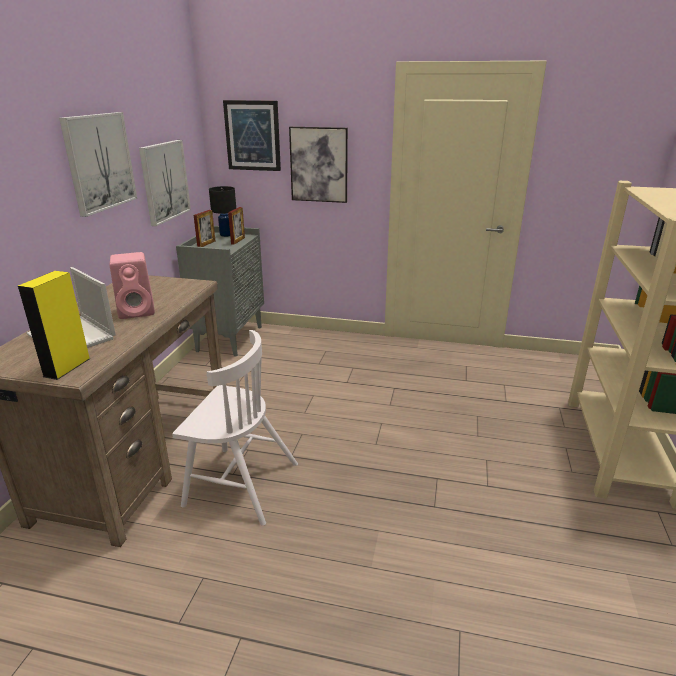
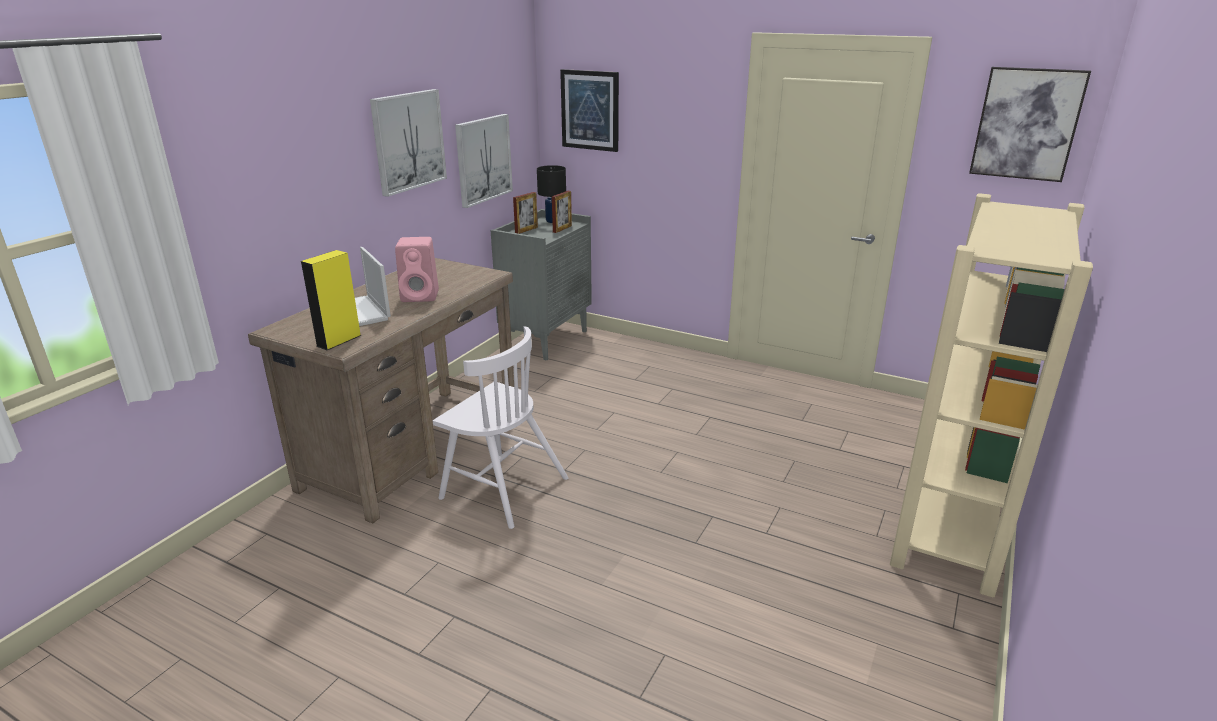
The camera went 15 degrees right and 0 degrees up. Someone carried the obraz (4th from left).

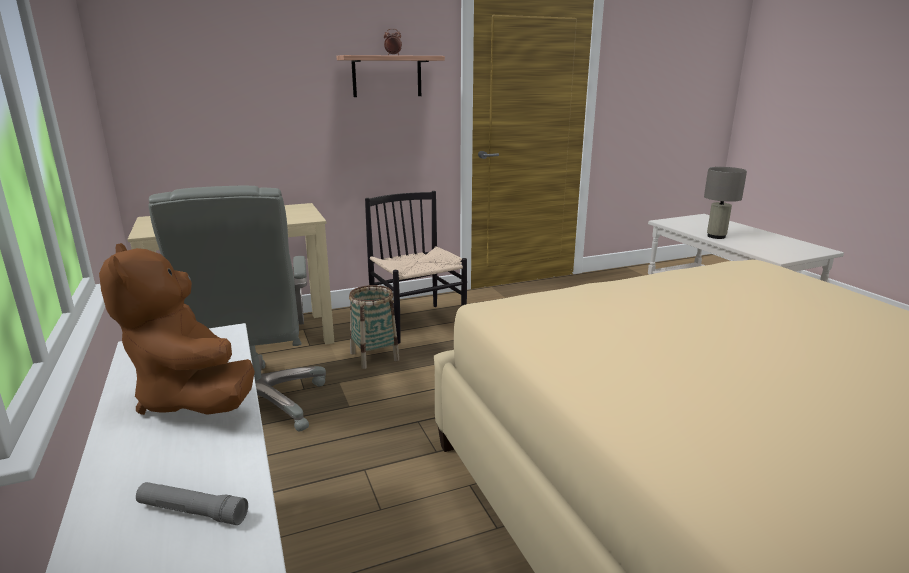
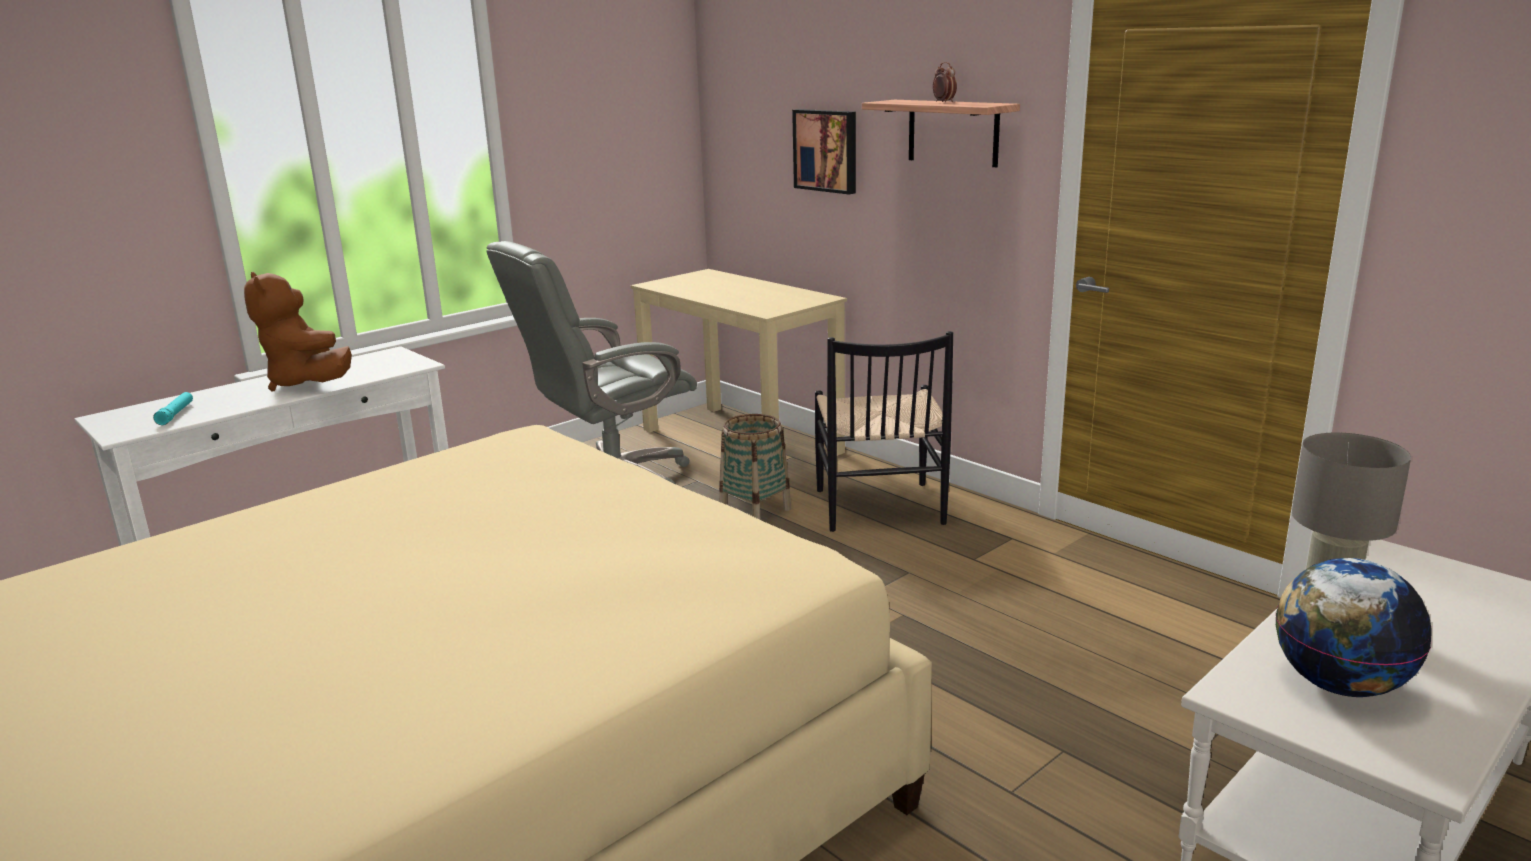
The camera went 70 degrees right and 0 degrees up. Someone repainted the latarka/szary, which became the latarka/turkusowy. Someone rotated the pluszak/brązowy by 75 degrees counterclockwise. Someone put up the obraz. Someone rotated the krzesło/czarny by 135 degrees clockwise. Someone put down the globus.

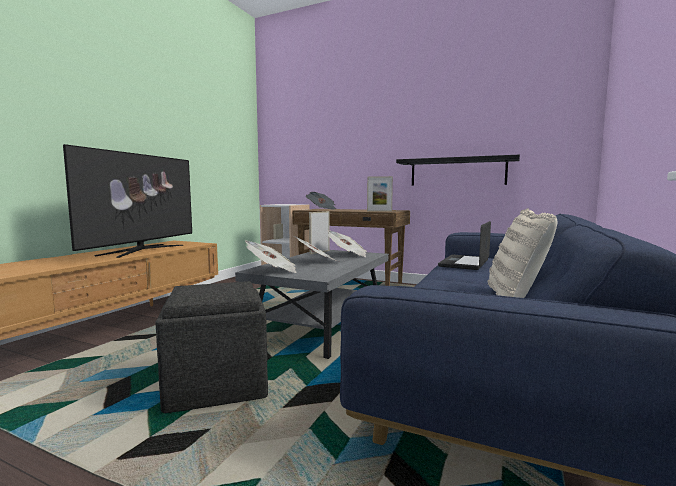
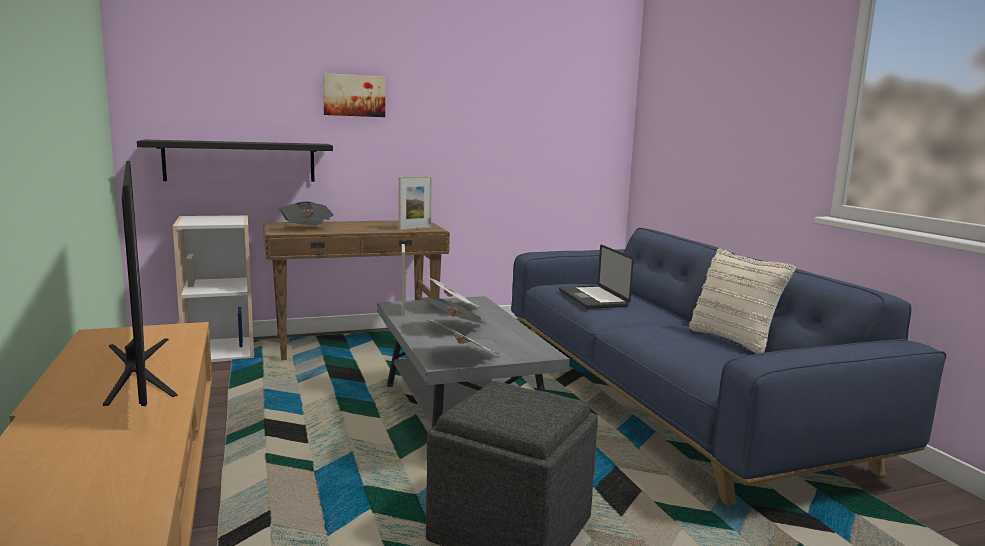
The camera went 45 degrees left and 5 degrees up. Someone carried the półka/czarny. Someone put up the obraz.

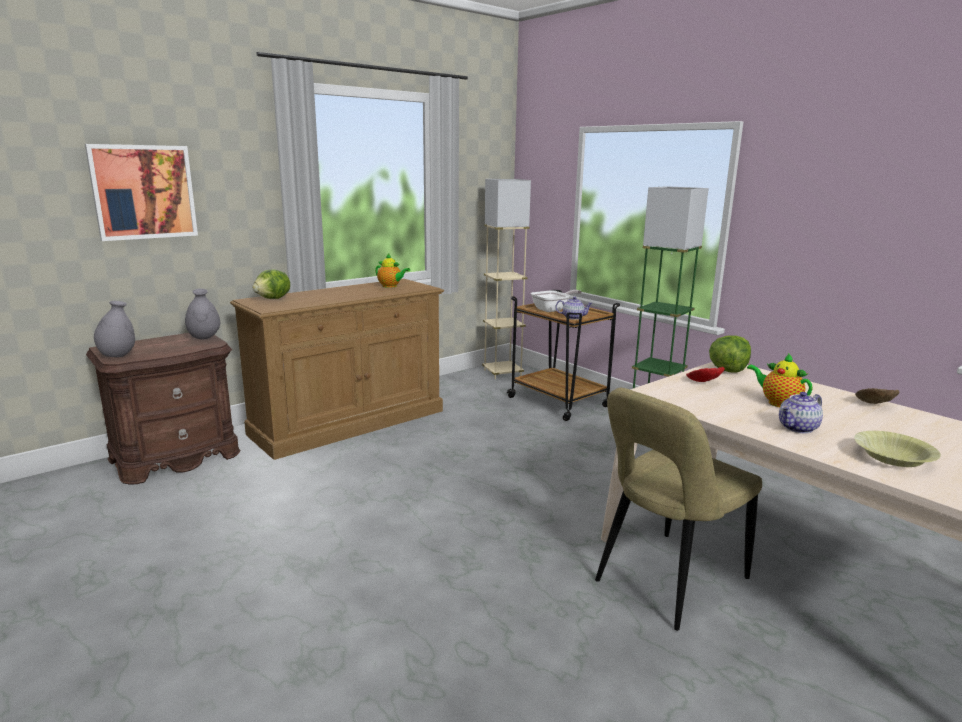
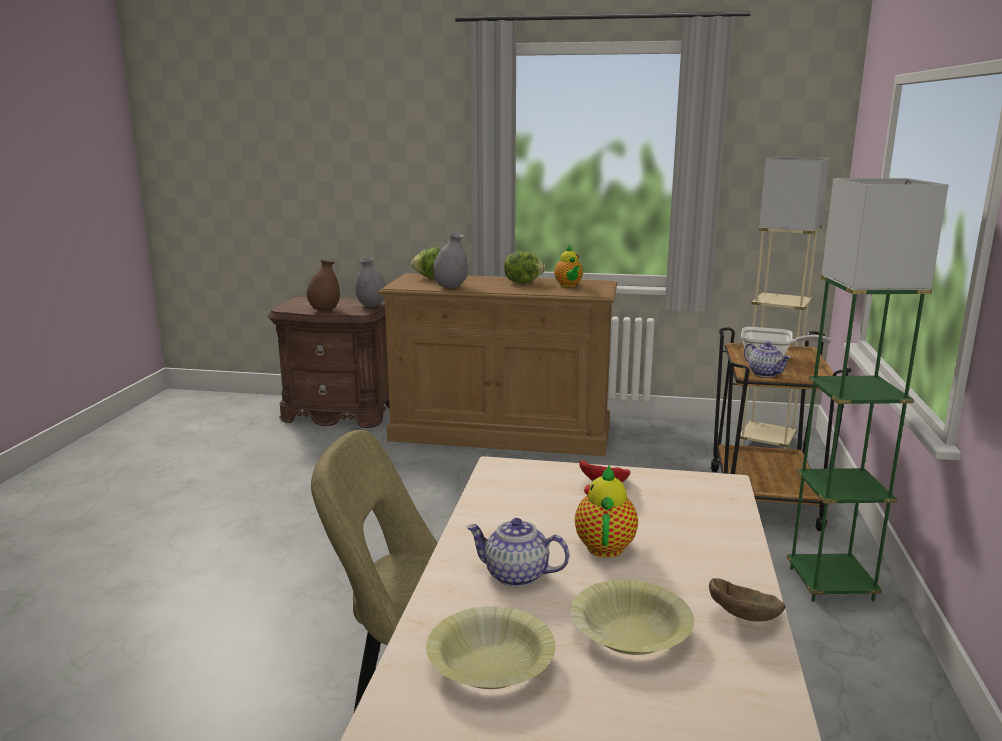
The camera went 50 degrees right and 0 degrees up. Someone put down the wazon/brązowy. Someone carried the wazon/szary (1st from left in the first image). Someone carried the sałata (2nd from left). Someone put down the miska/żółty (2nd from left). Someone took away the obraz.

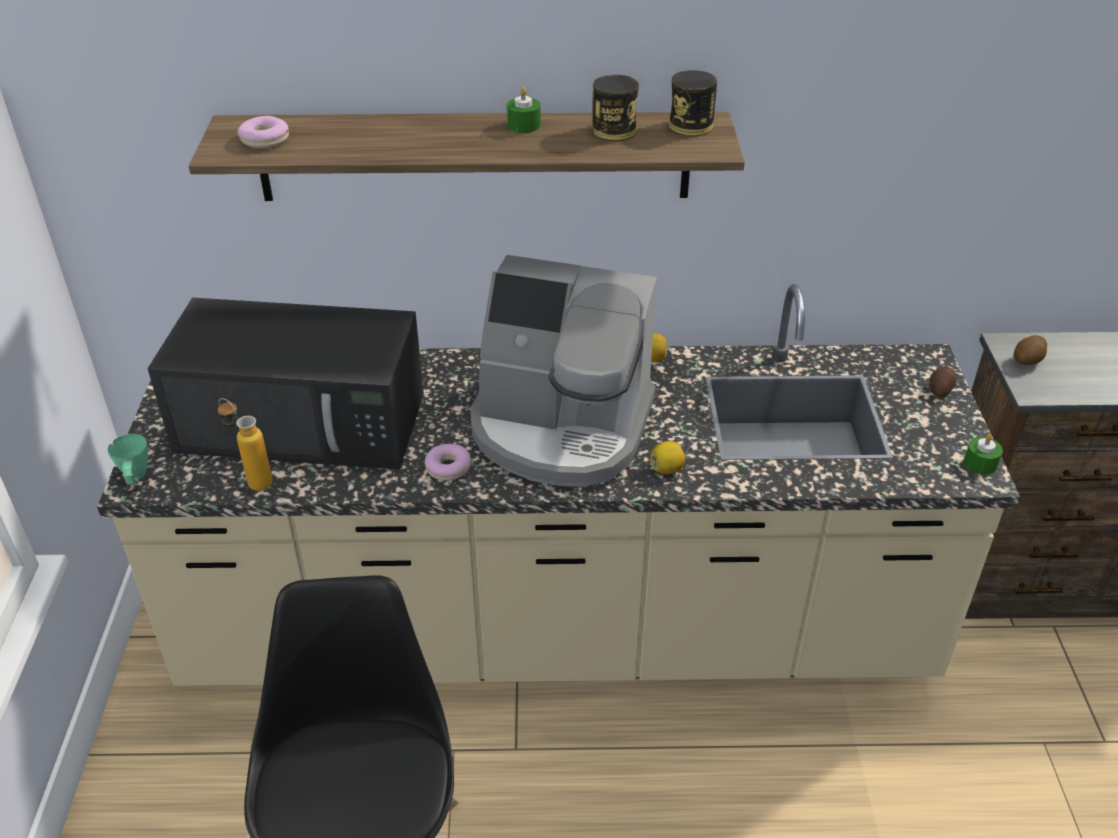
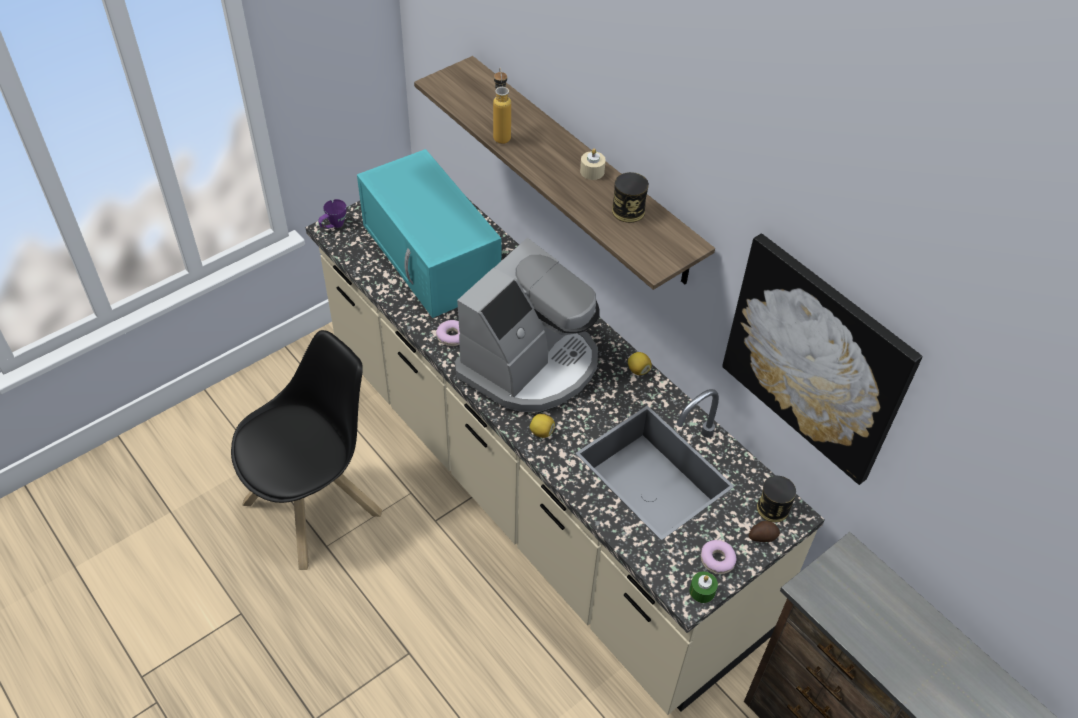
The camera went 50 degrees right and 10 degrees up. Someone repainted the kubek/zielony, which became the kubek/fioletowy. Someone repainted the mikrofalówka/czarny, which became the mikrofalówka/turkusowy. Someone rotated the ekspres do kawy by 120 degrees counterclockwise. Someone carried the butelka. Someone repainted the świeca/zielony (1st from left), which became the świeca/beżowy. Someone carried the donut (1st from left in the first image). Someone put up the obraz. Someone carried the puszka (2nd from left). Someone took away the ziemniak (2nd from left).

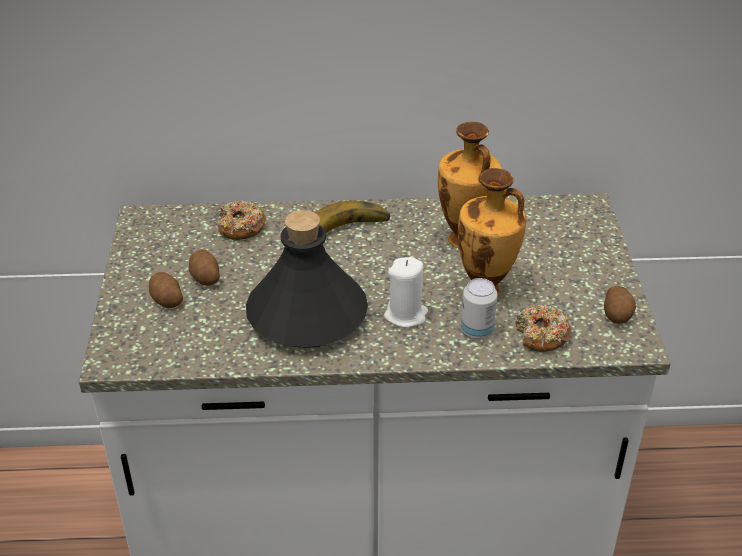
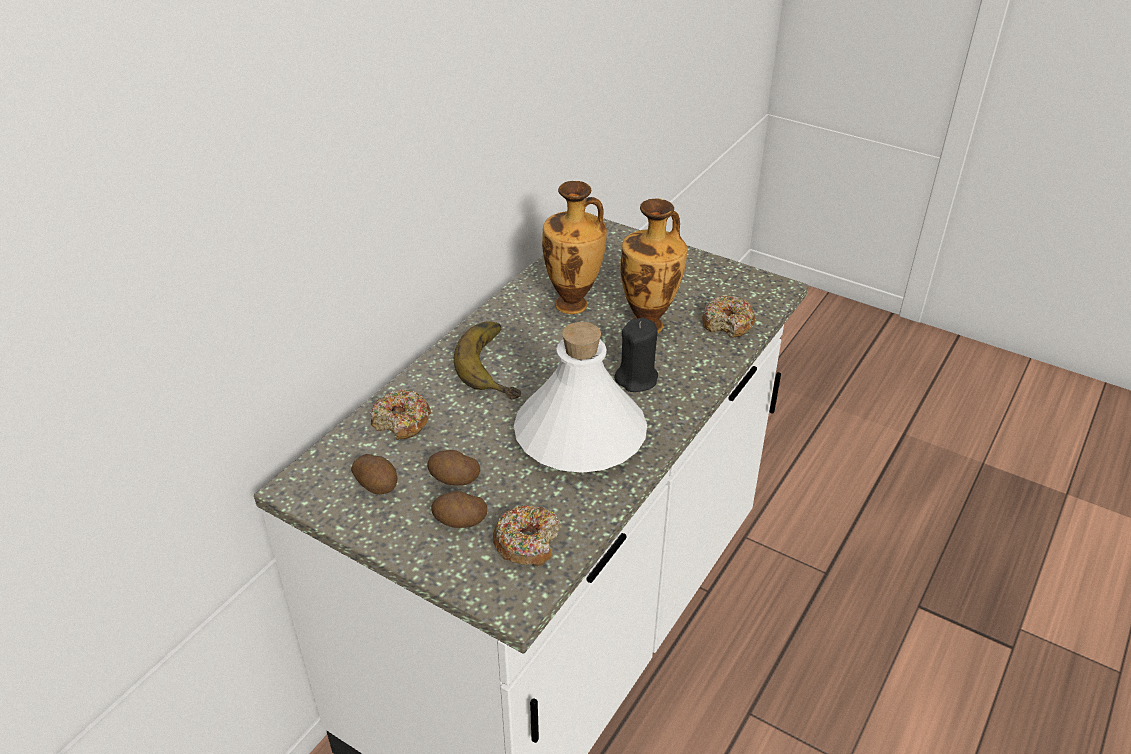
The camera went 55 degrees left and 0 degrees up. Someone carried the ziemniak (3rd from left in the first image). Someone put down the donut (2nd from left). Someone repainted the butelka/czarny, which became the butelka/biały. Someone repainted the świeca/biały, which became the świeca/czarny. Someone took away the puszka.

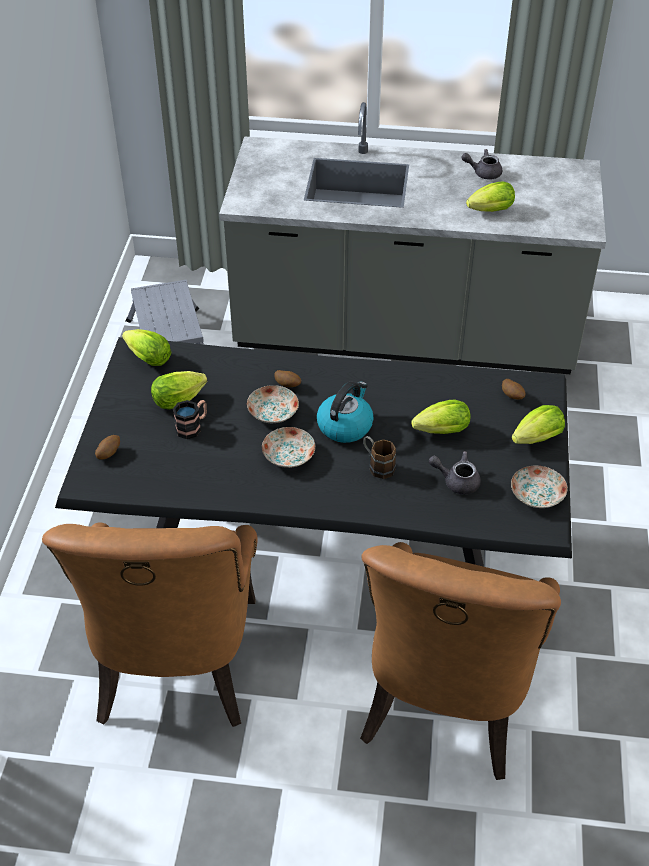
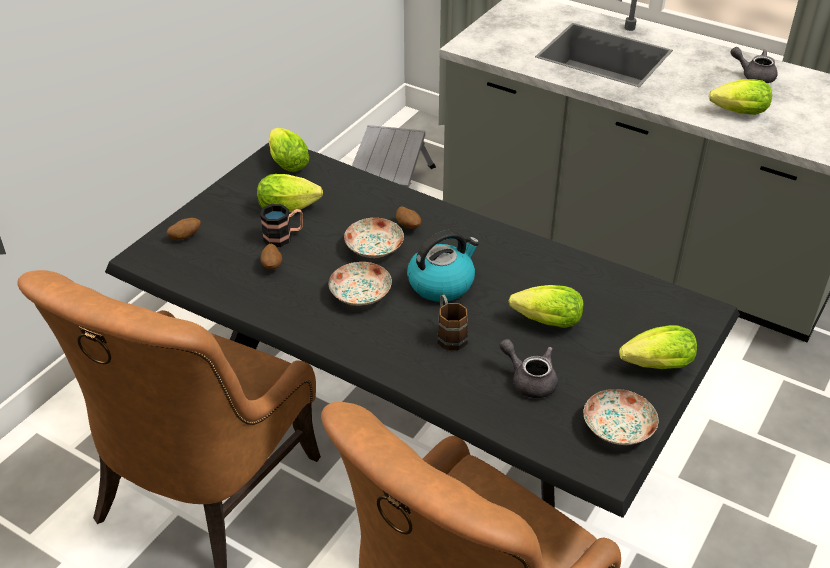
The camera went 25 degrees right and 5 degrees down. Someone carried the ziemniak (3rd from left in the first image).

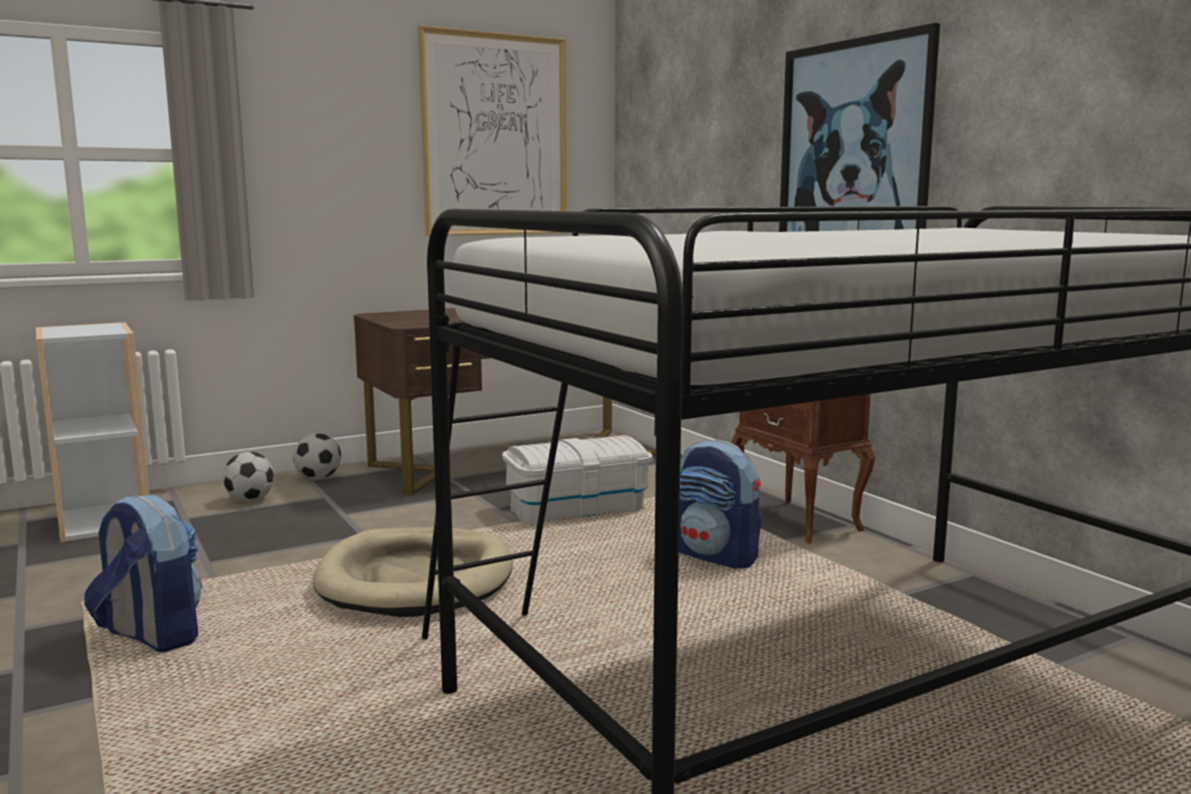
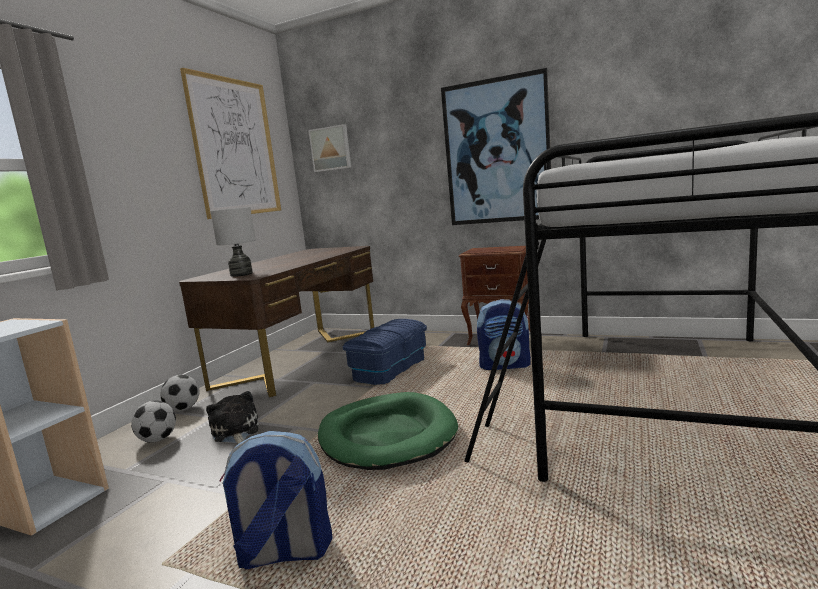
The camera went 35 degrees left and 0 degrees up. Someone put down the pluszak. Someone put down the lampa stołowa/szary. Someone put up the obraz (2nd from left). Someone repainted the legowisko/beżowy, which became the legowisko/zielony. Someone repainted the pojemnik do przechowywania/biały, which became the pojemnik do przechowywania/niebieski.

